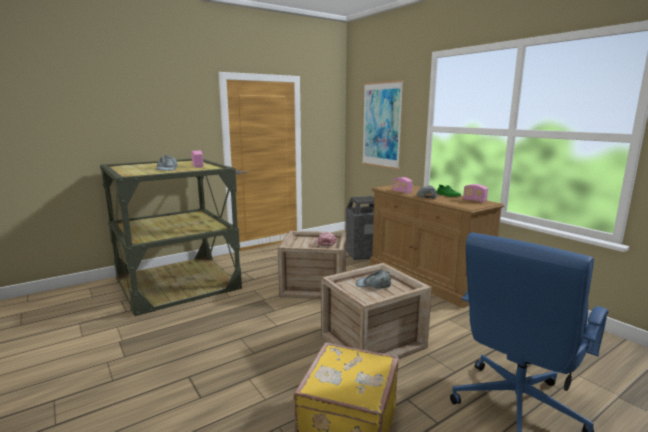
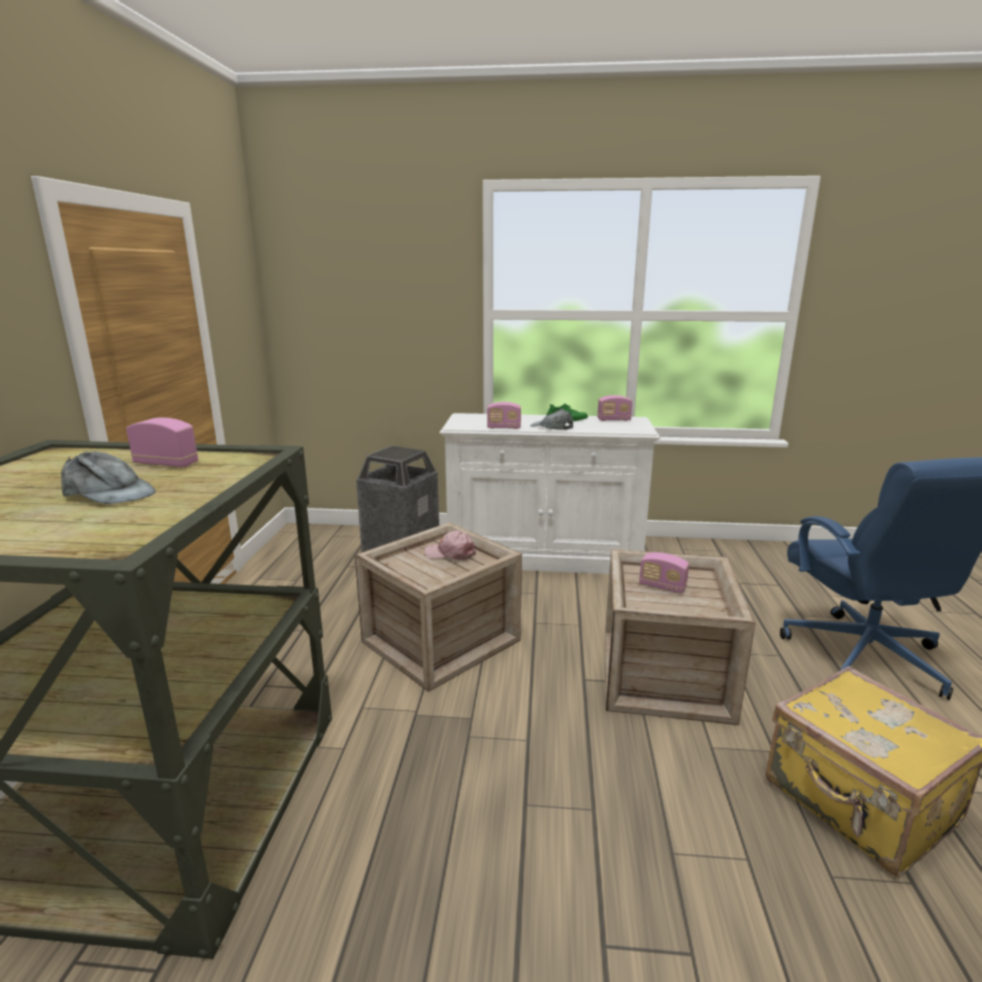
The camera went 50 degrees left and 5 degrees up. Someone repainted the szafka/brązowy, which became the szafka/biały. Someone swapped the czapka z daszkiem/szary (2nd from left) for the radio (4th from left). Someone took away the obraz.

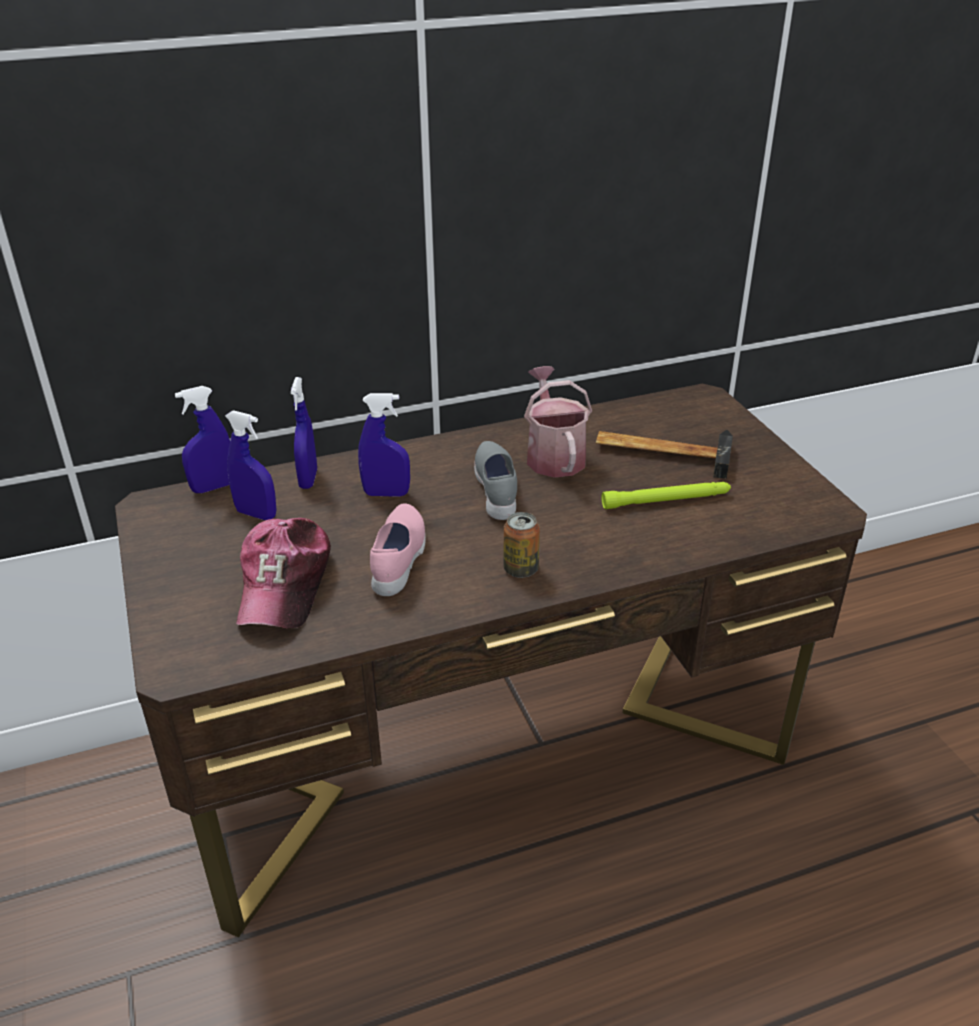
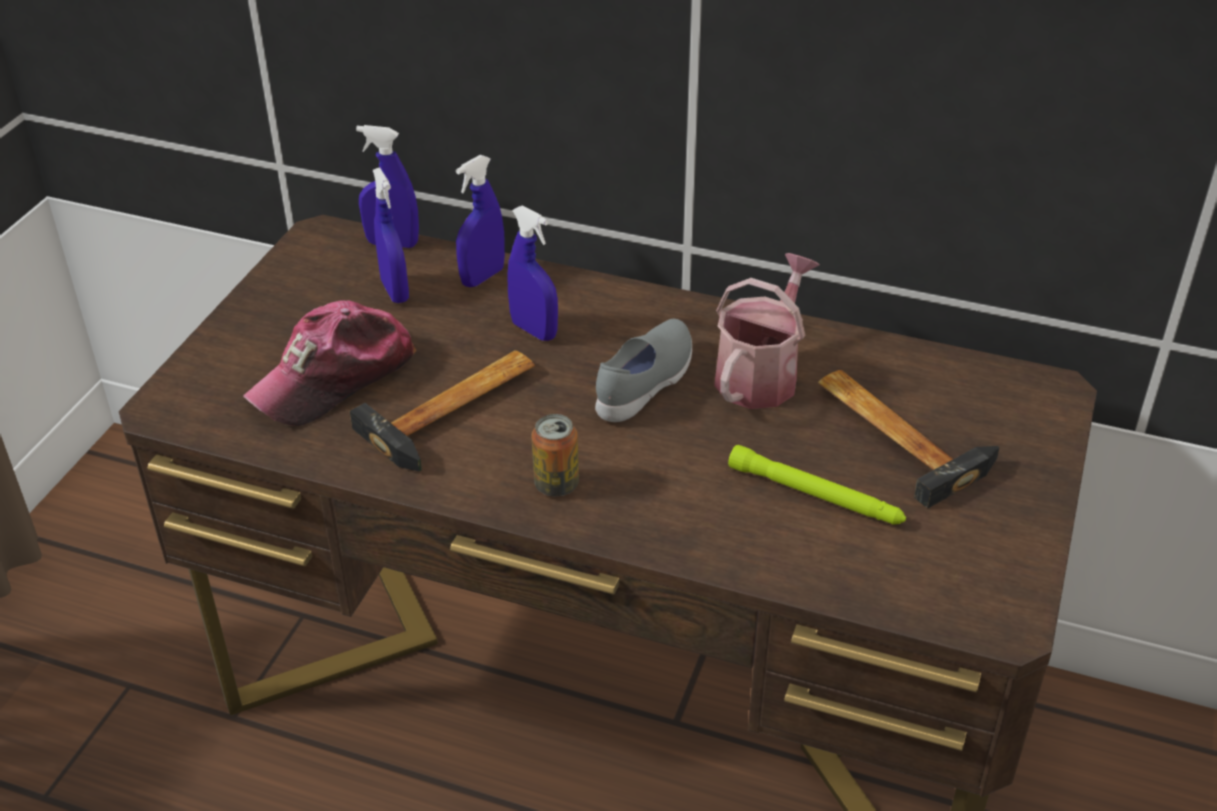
The camera went 40 degrees right and 5 degrees up. Someone swapped the but/różowy for the młotek (1st from left).

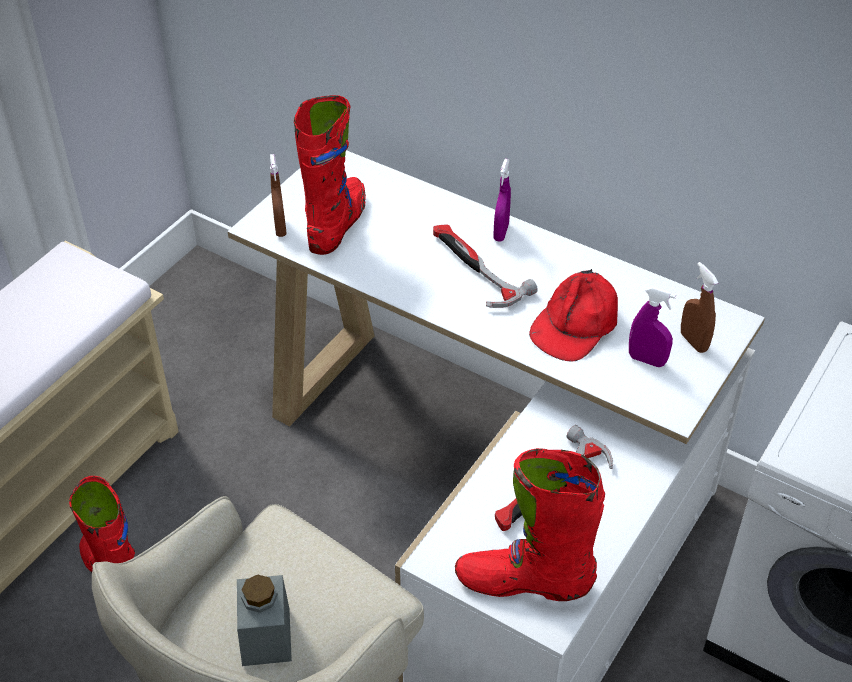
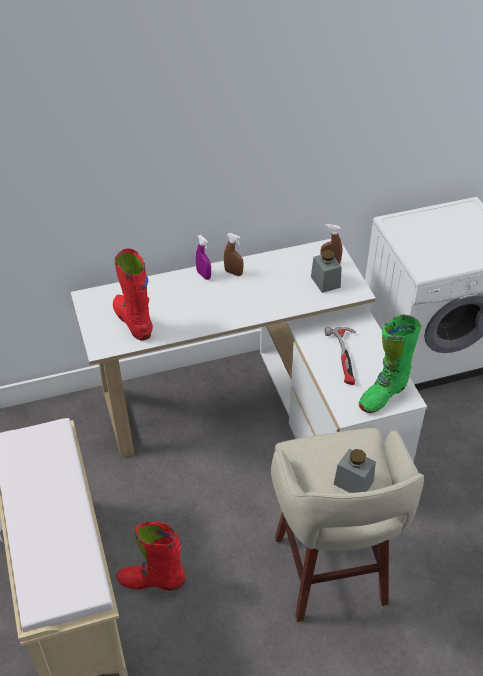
The camera went 50 degrees left and 0 degrees up. Someone carried the spryskiwacz/brązowy (1st from left). Someone swapped the spryskiwacz/fioletowy (2nd from left) for the słoik/szary (1st from left). Someone repainted the but z cholewką/czerwony (3rd from left), which became the but z cholewką/zielony. Someone took away the młotek (1st from left). Someone took away the czapka z daszkiem/czerwony.

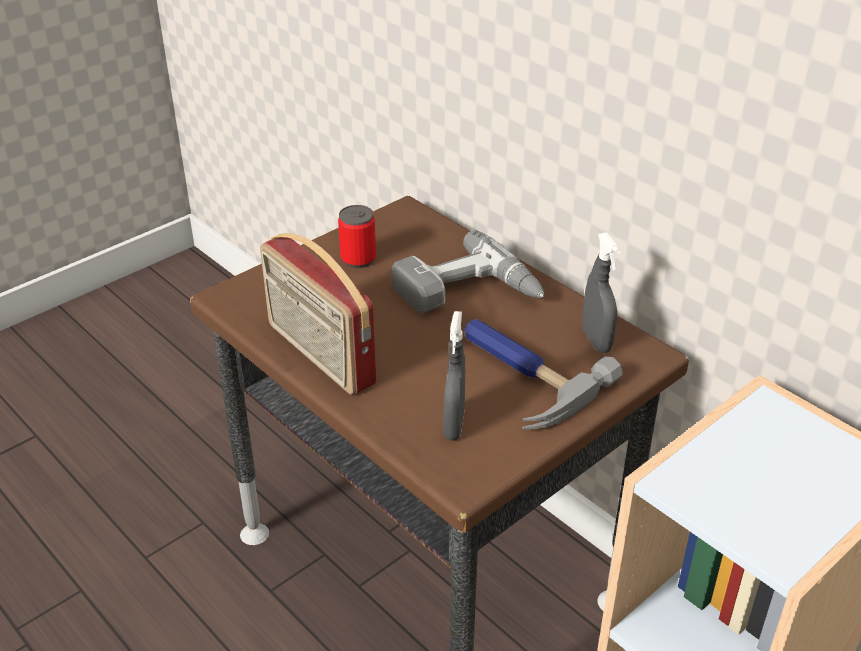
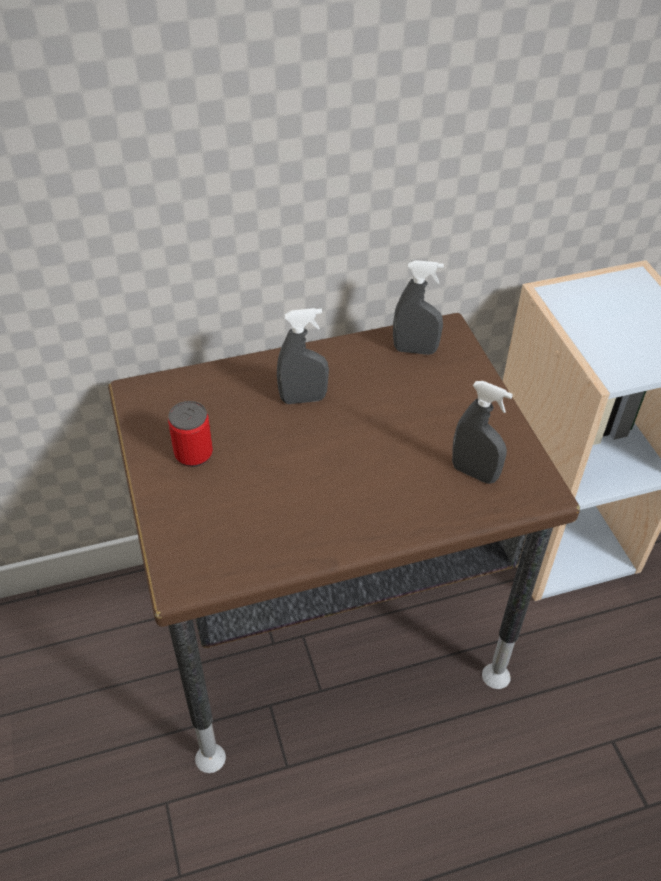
The camera went 65 degrees left and 10 degrees up. Someone swapped the wiertarka for the spryskiwacz/szary (1st from left). Someone took away the radio. Someone took away the młotek.

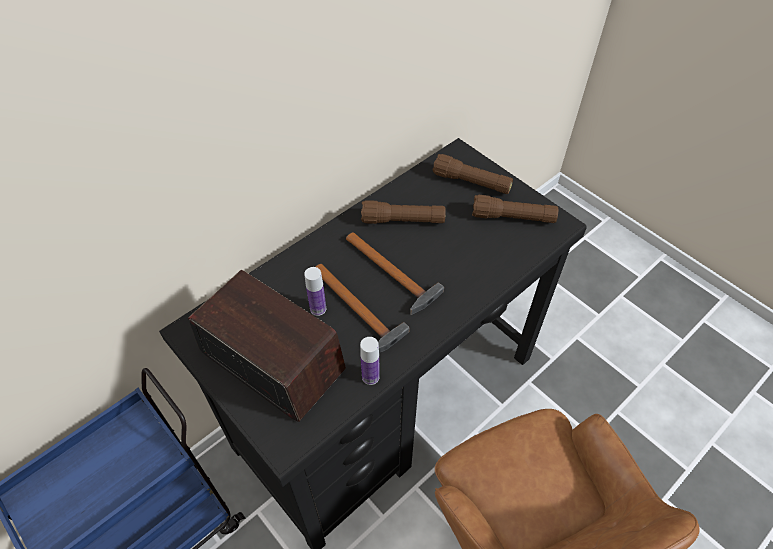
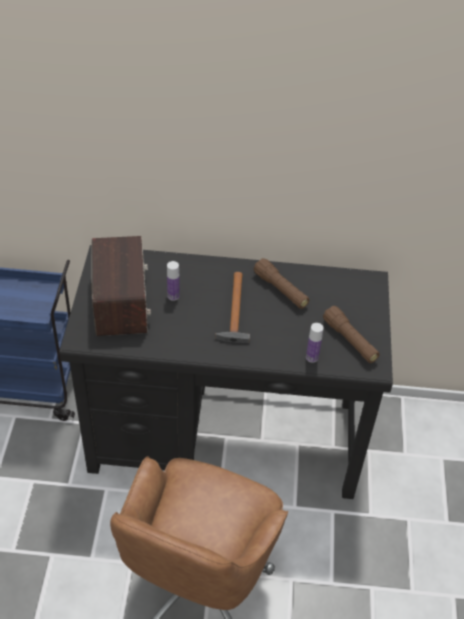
The camera went 45 degrees right and 5 degrees down. Someone carried the butelka (2nd from left). Someone took away the młotek (1st from left). Someone took away the latarka/brązowy (2nd from left).

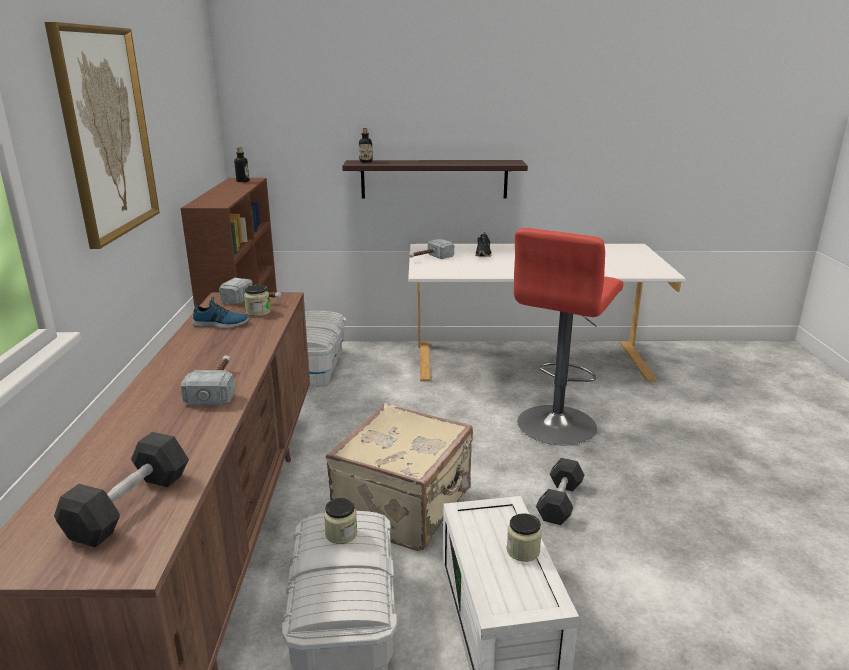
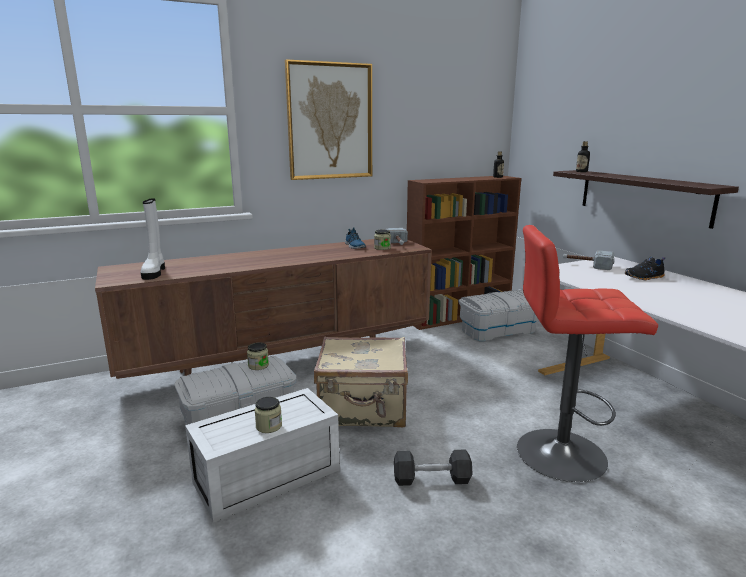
The camera went 65 degrees right and 5 degrees down. Someone swapped the hantel/czarny (1st from left) for the but z cholewką/biały. Someone took away the młotek (1st from left).

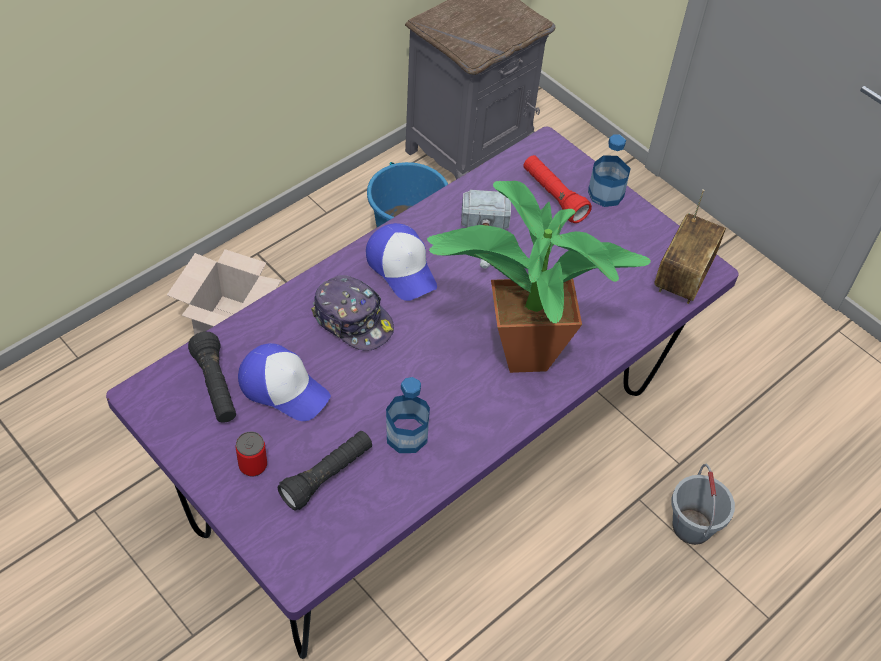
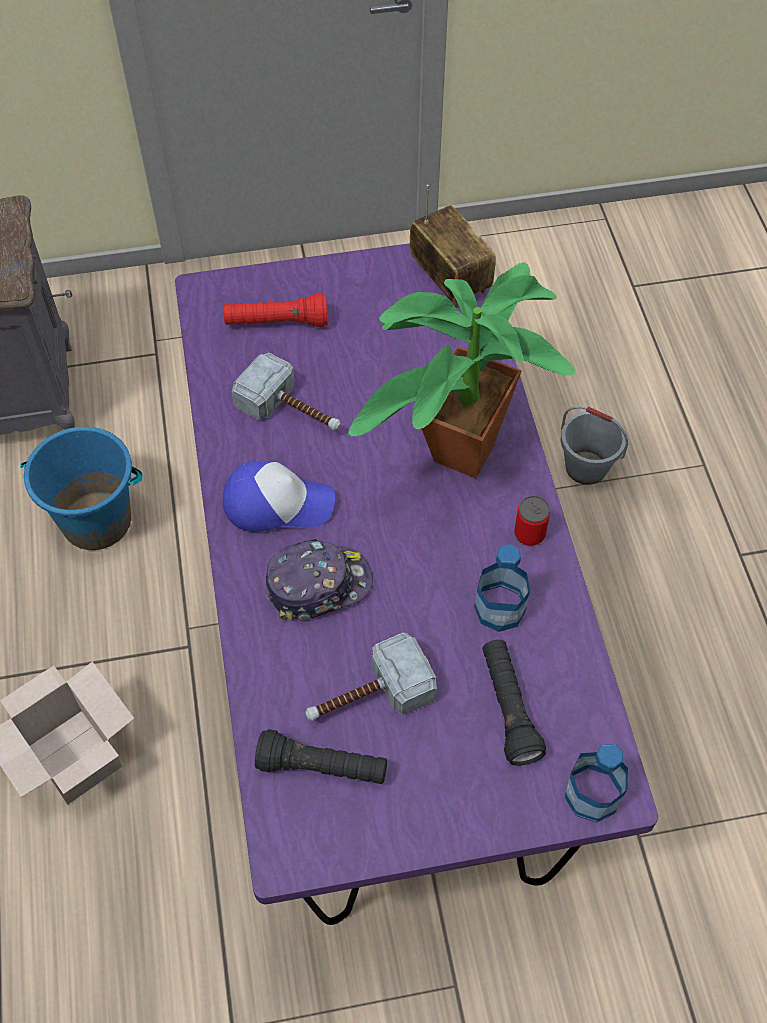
The camera went 55 degrees left and 5 degrees up. Someone swapped the czapka z daszkiem (1st from left) for the młotek (2nd from left). Someone carried the puszka. Someone carried the butelka (2nd from left).

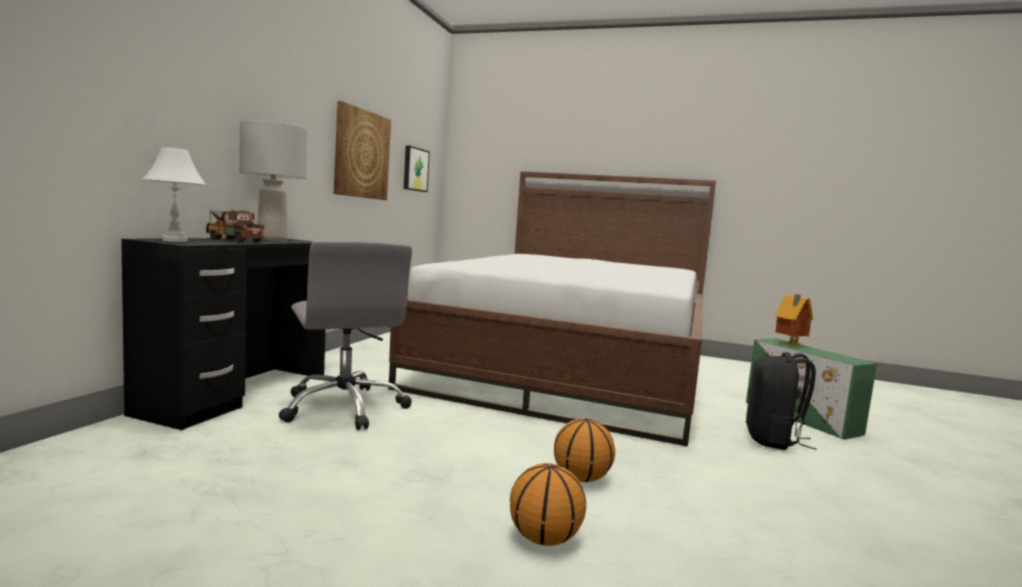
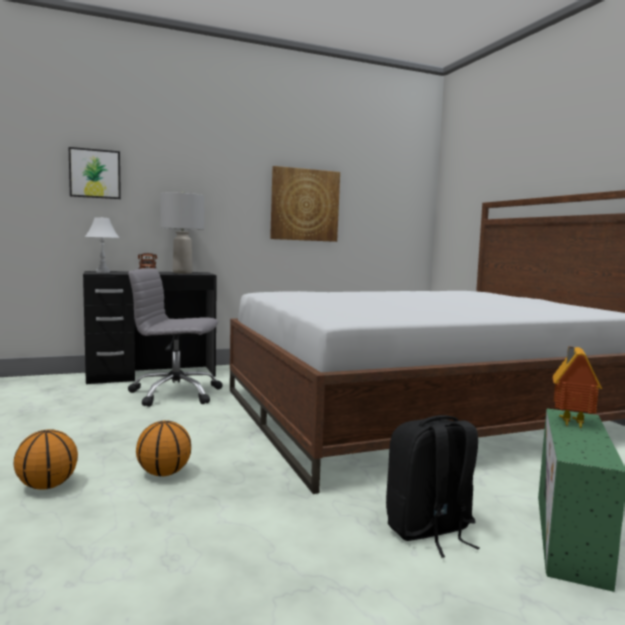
The camera went 50 degrees right and 0 degrees up. Someone carried the obraz (2nd from left in the first image). Someone rotated the krzesło biurowe/szary by 75 degrees clockwise.

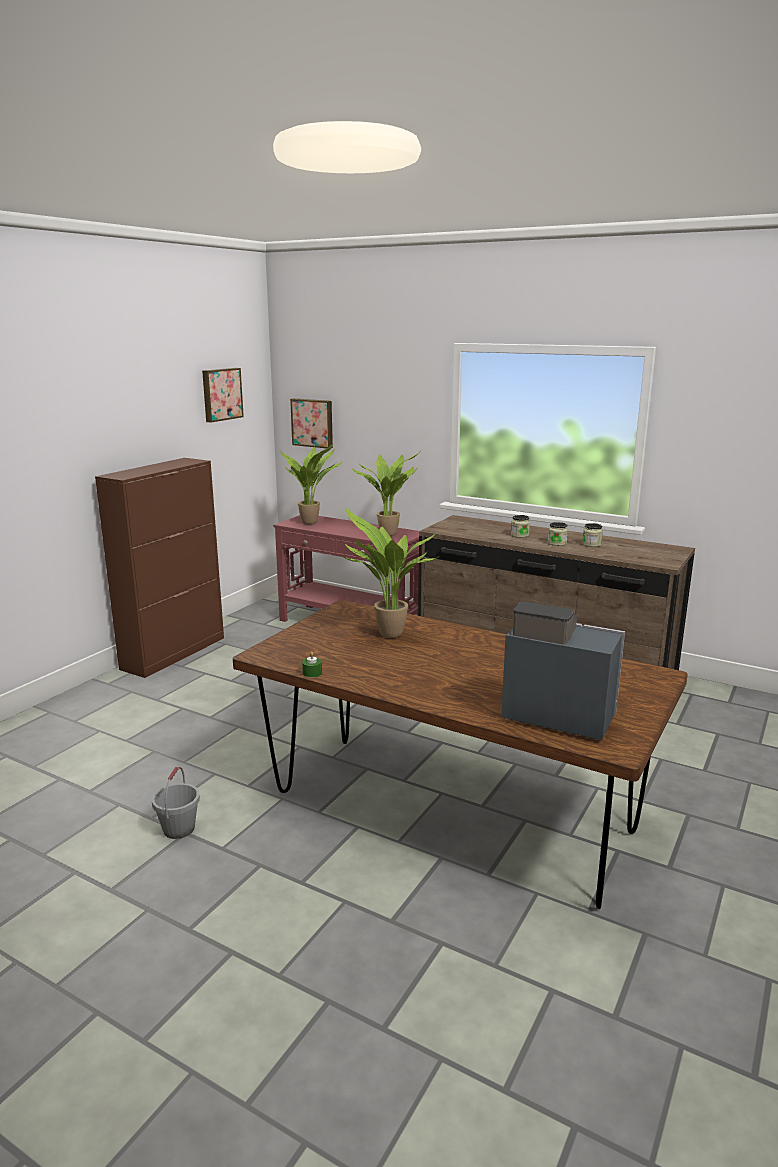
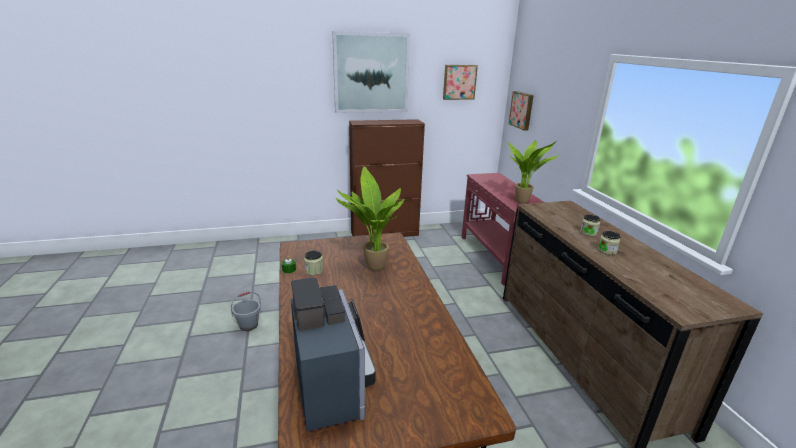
The camera went 45 degrees right and 5 degrees up. Someone carried the słoik (3rd from left in the first image). Someone put up the obraz (1st from left). Someone took away the roślina doniczkowa (1st from left).

